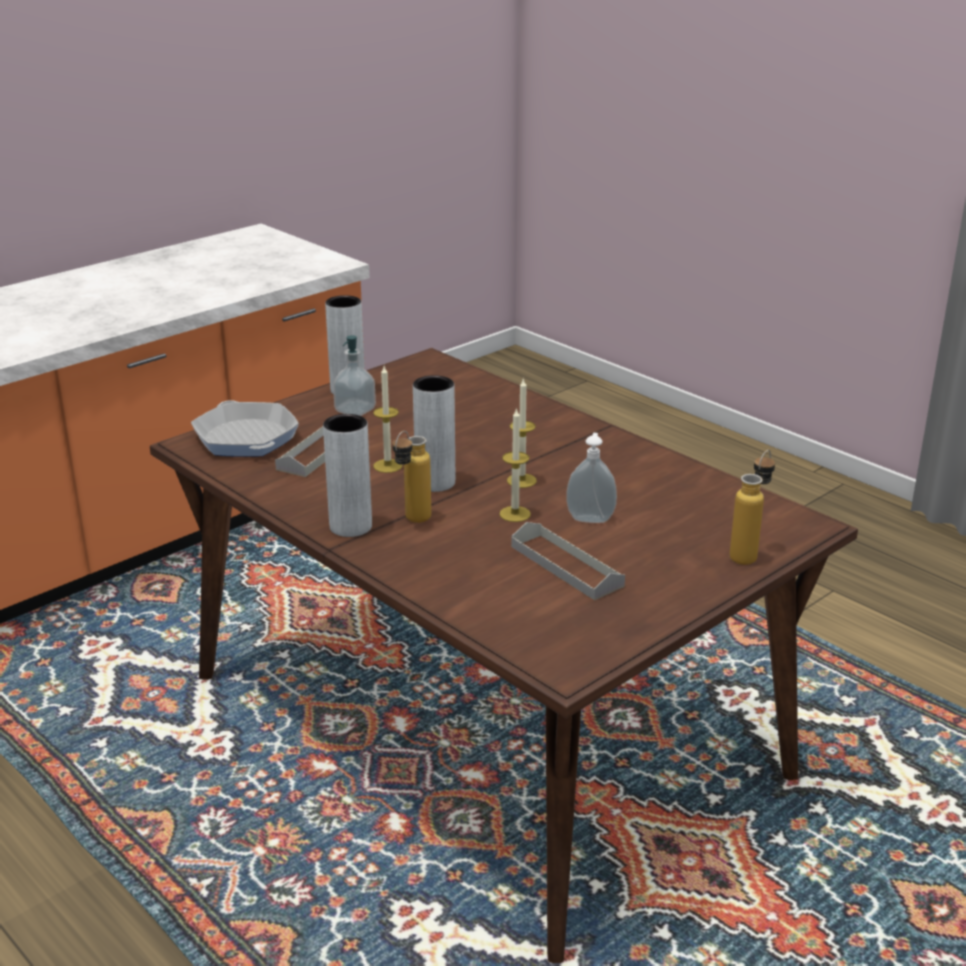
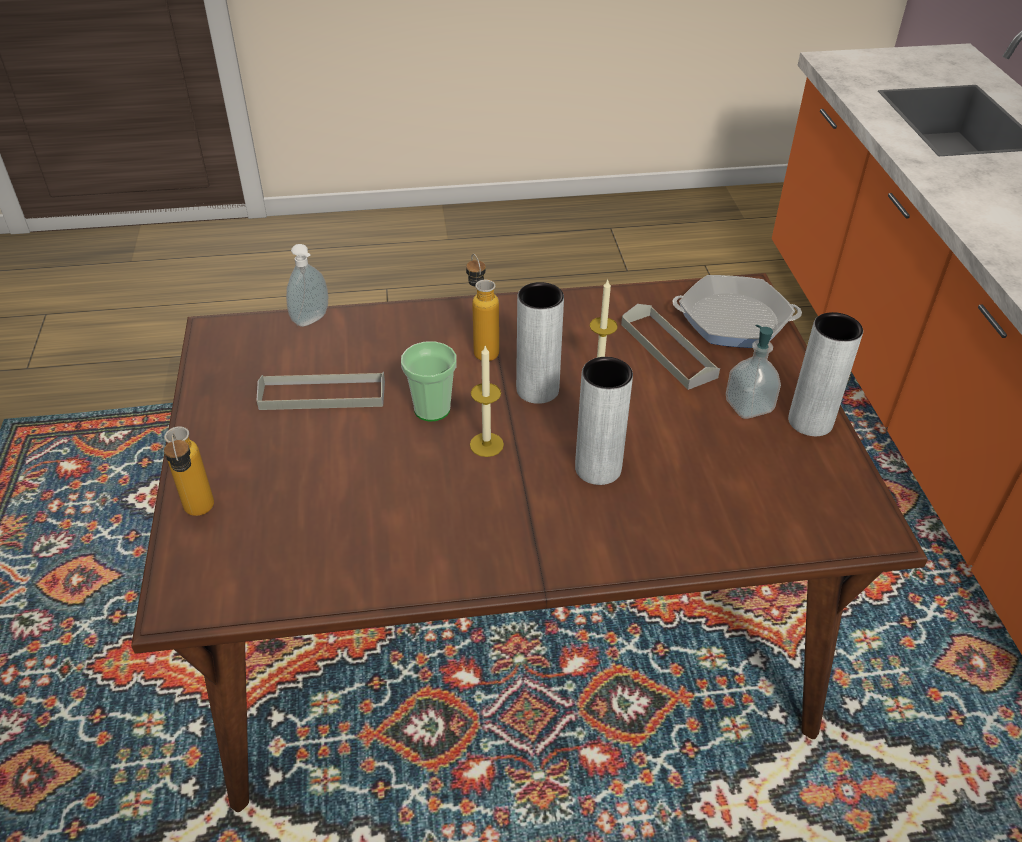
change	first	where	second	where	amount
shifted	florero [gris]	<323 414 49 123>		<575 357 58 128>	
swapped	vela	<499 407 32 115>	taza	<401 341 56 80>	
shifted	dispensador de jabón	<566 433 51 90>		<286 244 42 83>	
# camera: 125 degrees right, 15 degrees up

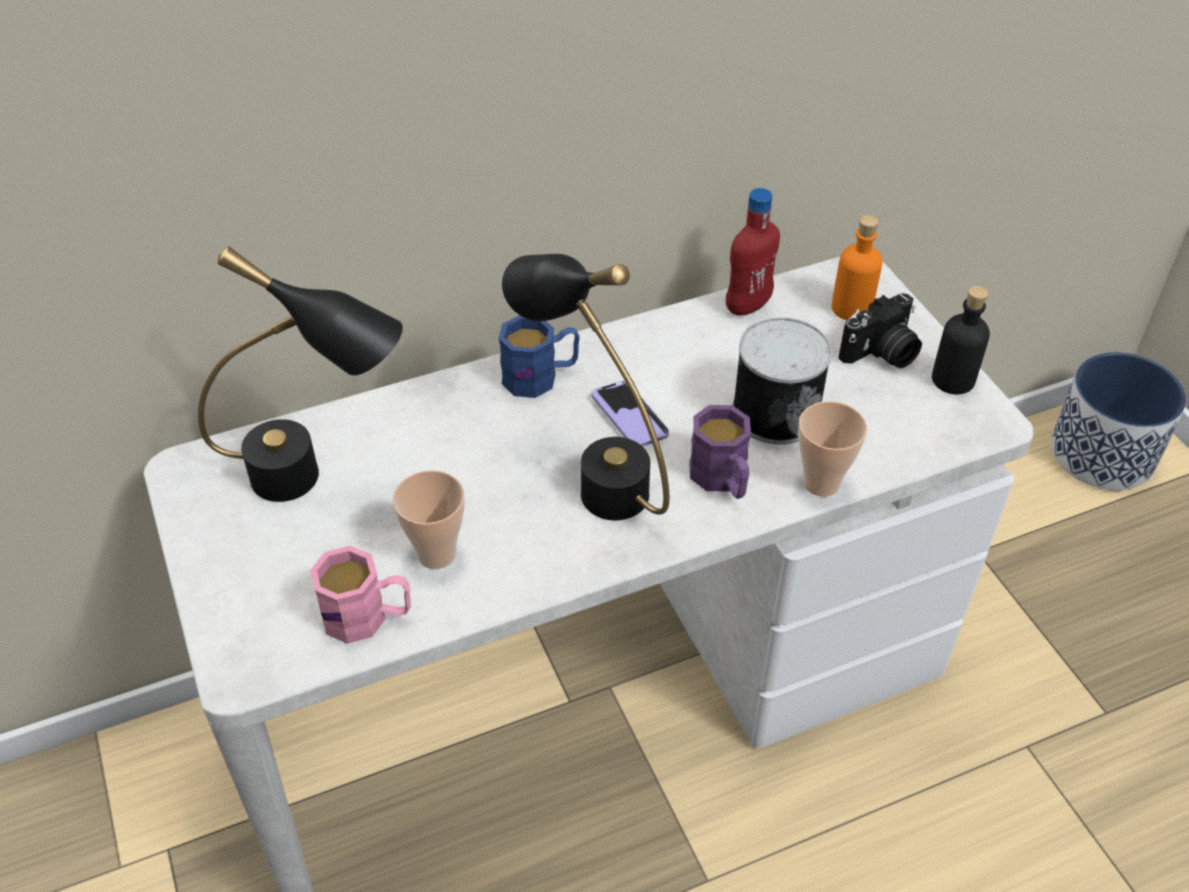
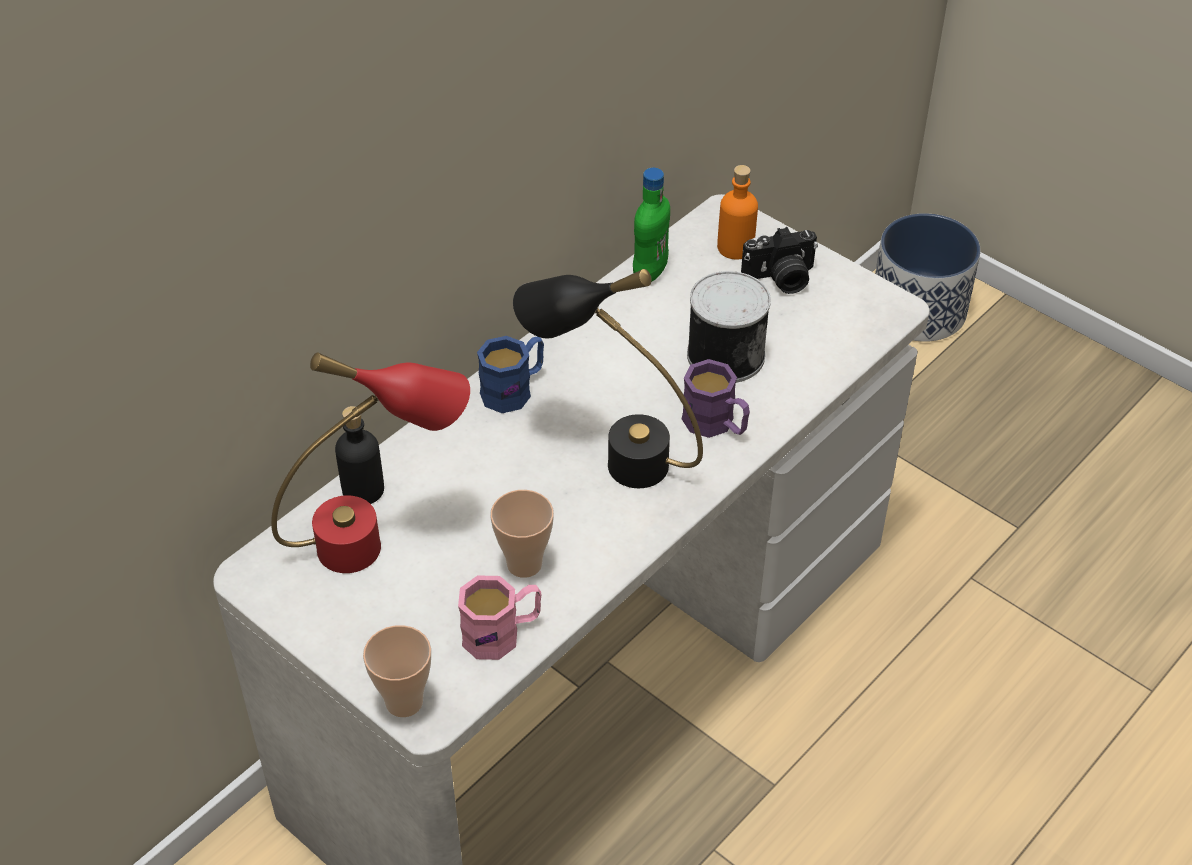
change	first	where	second	where	amount
repainted	lámpara de mesa [negro]	<198 246 205 256>	lámpara de mesa [rojo]	<271 352 199 221>	
gone	móvil	<592 381 77 66>			
repainted	botella [rojo]	<726 188 54 127>	botella [verde]	<633 168 37 114>	
shifted	taza	<798 401 69 96>		<363 625 68 92>	
rotated	cámara	<838 293 84 75>		<741 227 77 67>	45 degrees clockwise
shifted	botella [negro]	<932 286 58 108>		<335 406 49 98>	
# camera: 25 degrees left, 0 degrees up

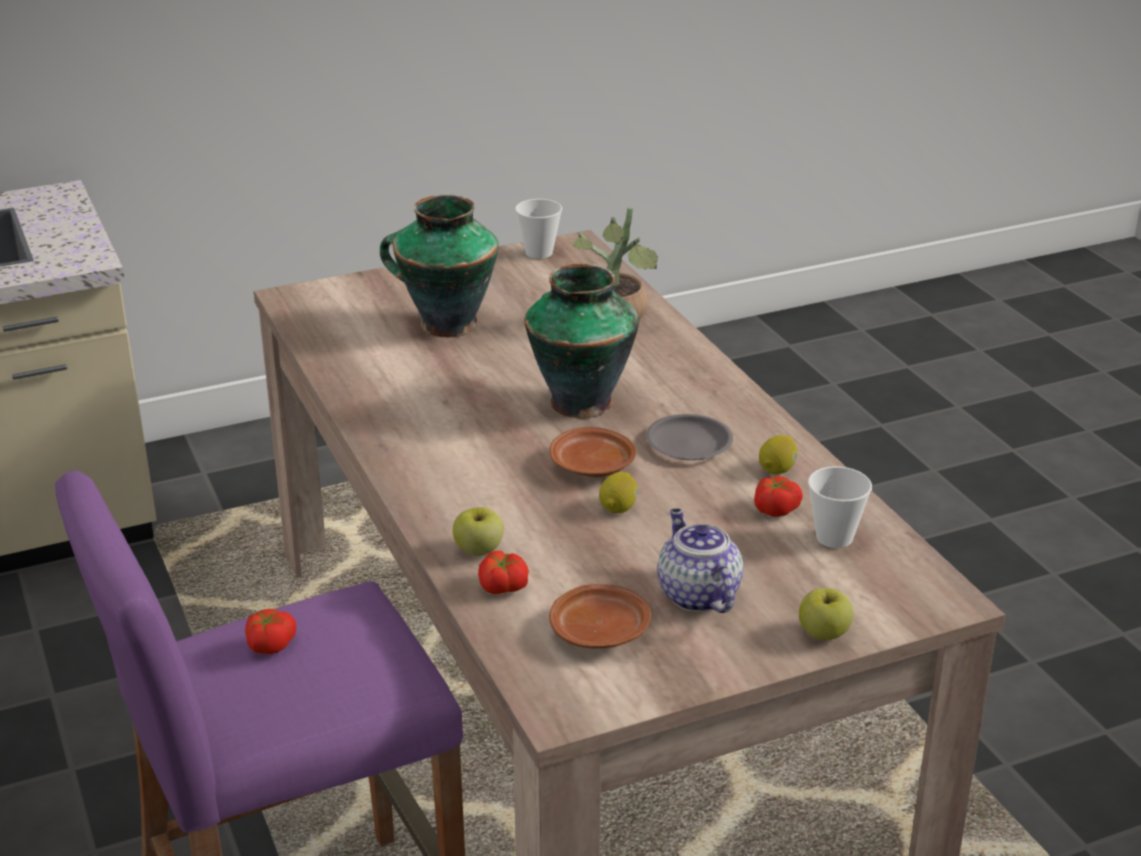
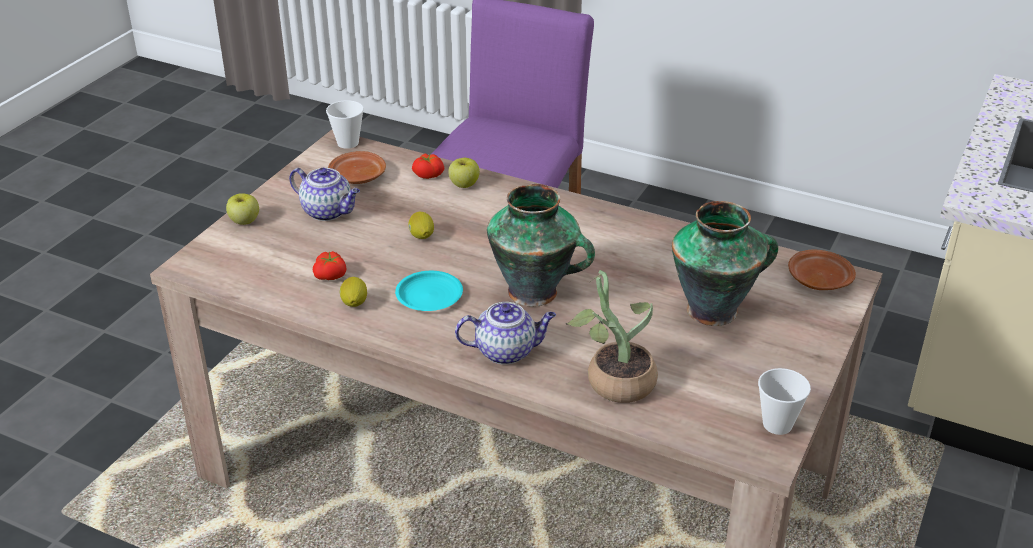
change	first	where	second	where	amount
gone	tomate	<245 609 51 45>			
shifted	plato [marrón]	<549 427 87 50>		<788 250 68 40>	
repainted	plato [gris]	<646 414 87 46>	plato [turquesa]	<395 271 68 40>	
shifted	taza	<808 466 64 82>		<326 100 38 49>	
new			tetera	<455 302 101 63>	
# camera: 140 degrees right, 5 degrees up

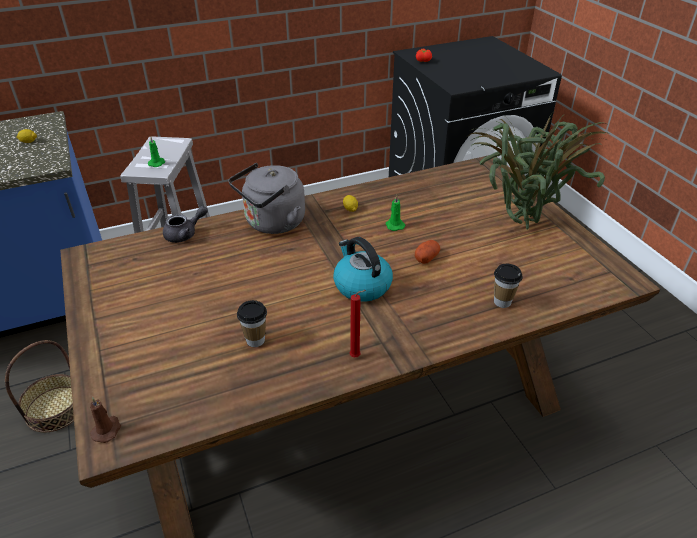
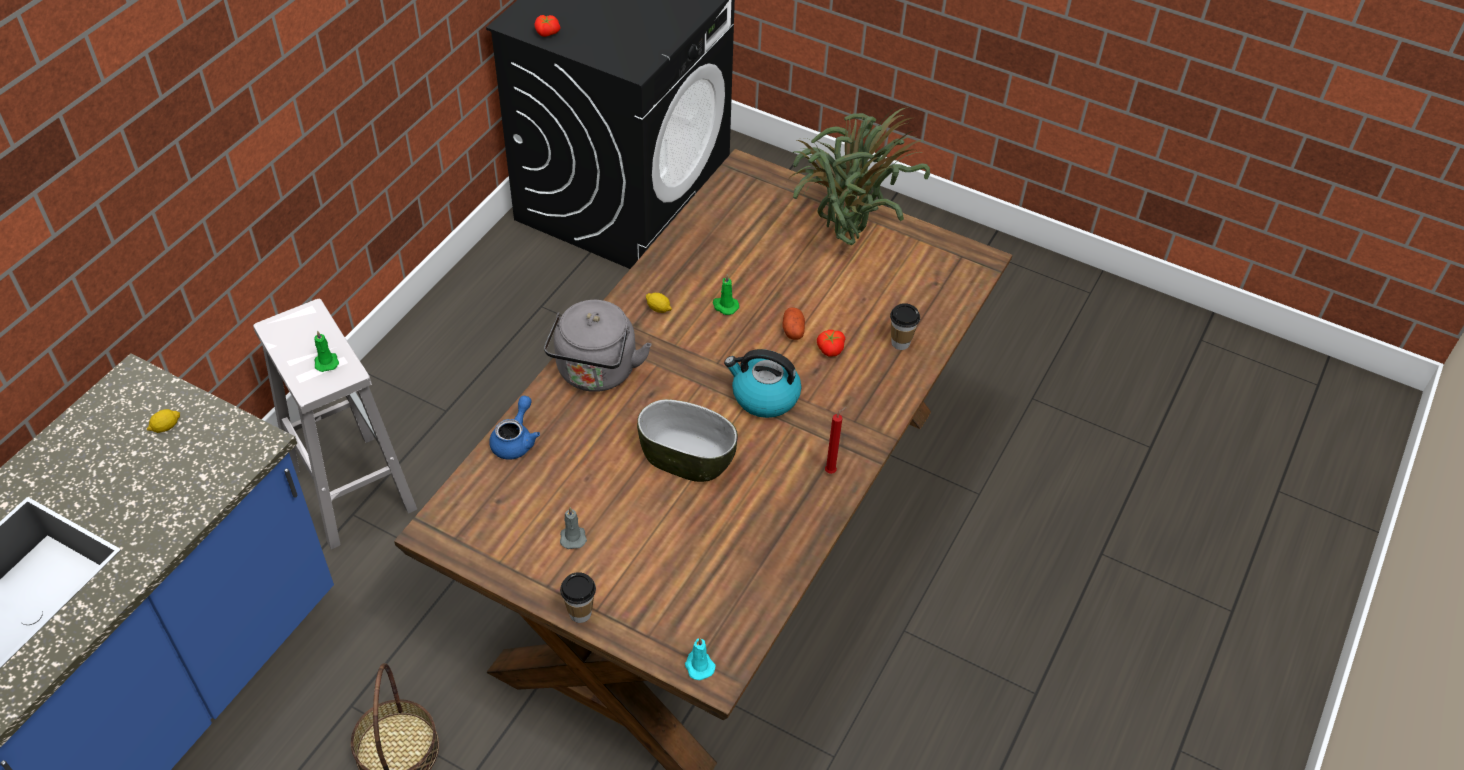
change	first	where	second	where	amount
repainted	vela [marrón]	<90 397 31 46>	vela [turquesa]	<685 638 30 42>	
repainted	tetera [gris]	<163 206 45 37>	tetera [azul]	<489 396 51 64>	
shifted	taza	<237 300 30 47>		<560 572 36 51>	
new			vela [gris]	<560 507 27 42>	
new			cuenco	<637 399 101 83>	
new			tomate	<817 330 28 27>	
# camera: 40 degrees left, 10 degrees up

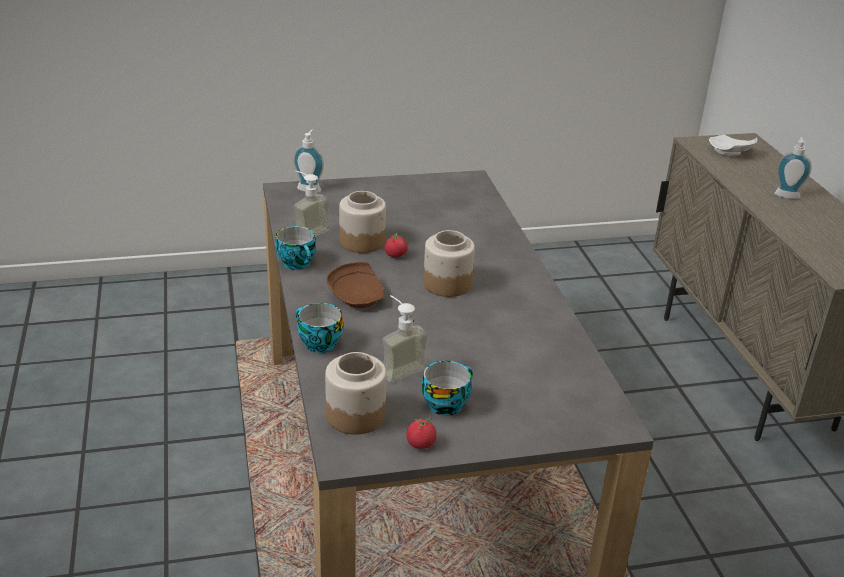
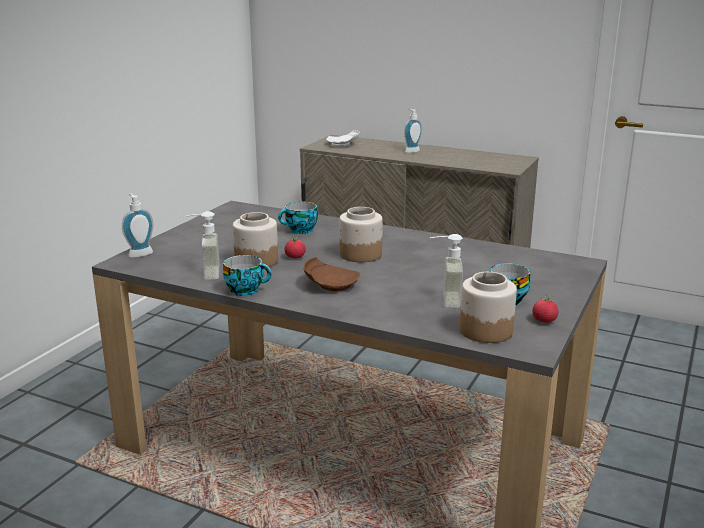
change	first	where	second	where	amount
shifted	taza	<296 303 47 50>		<278 201 40 33>	
# camera: 50 degrees left, 10 degrees down

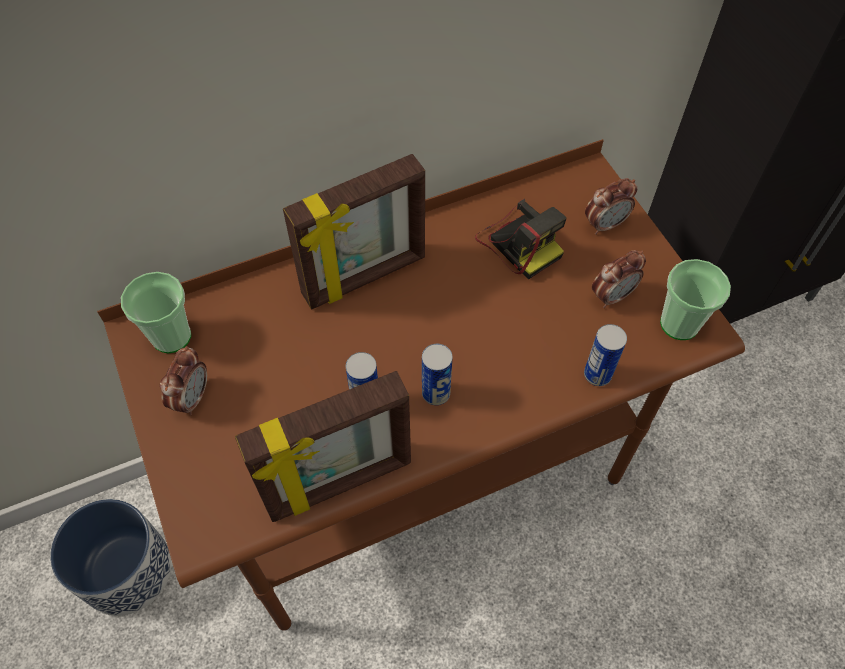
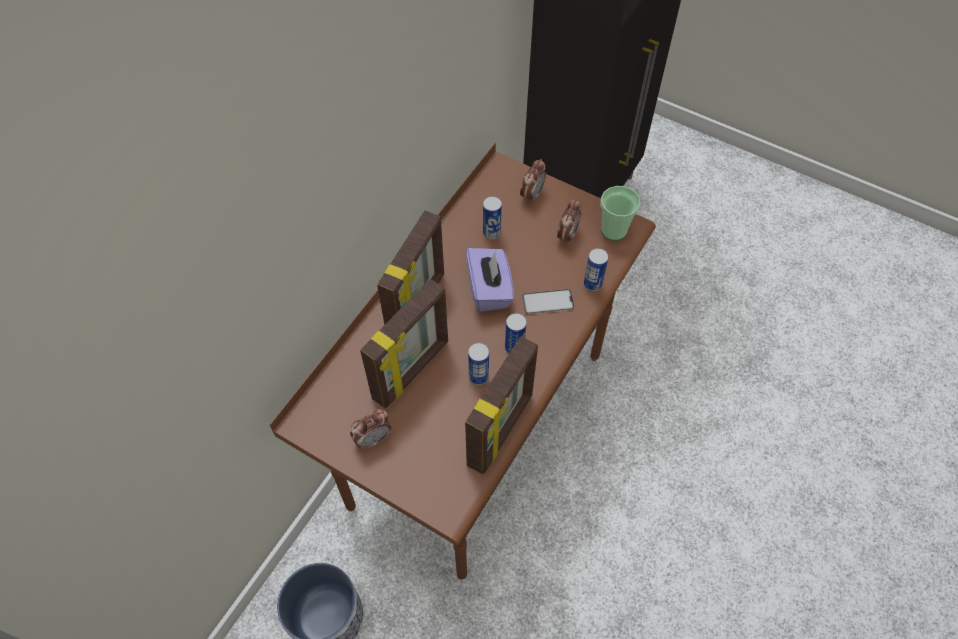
change	first	where	second	where	amount
gone	taza	<121 272 70 81>			
rotated	despertador	<160 346 47 69>		<350 409 41 41>	75 degrees clockwise
swapped	cámara	<475 199 92 80>	lata	<483 196 19 44>	
new			portarretratos	<360 279 88 129>	
new			caja de pañuelos [morado]	<466 248 48 64>	
new			móvil	<522 289 52 25>	
# camera: 35 degrees left, 0 degrees up

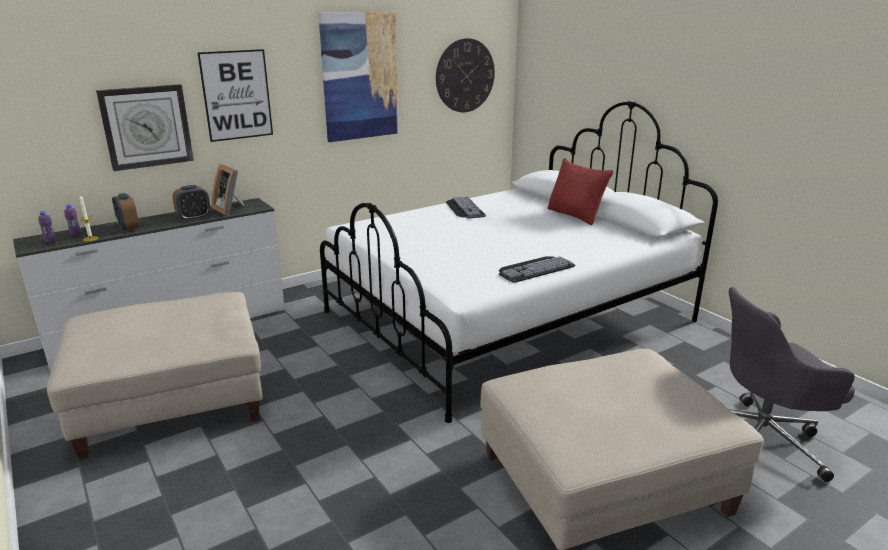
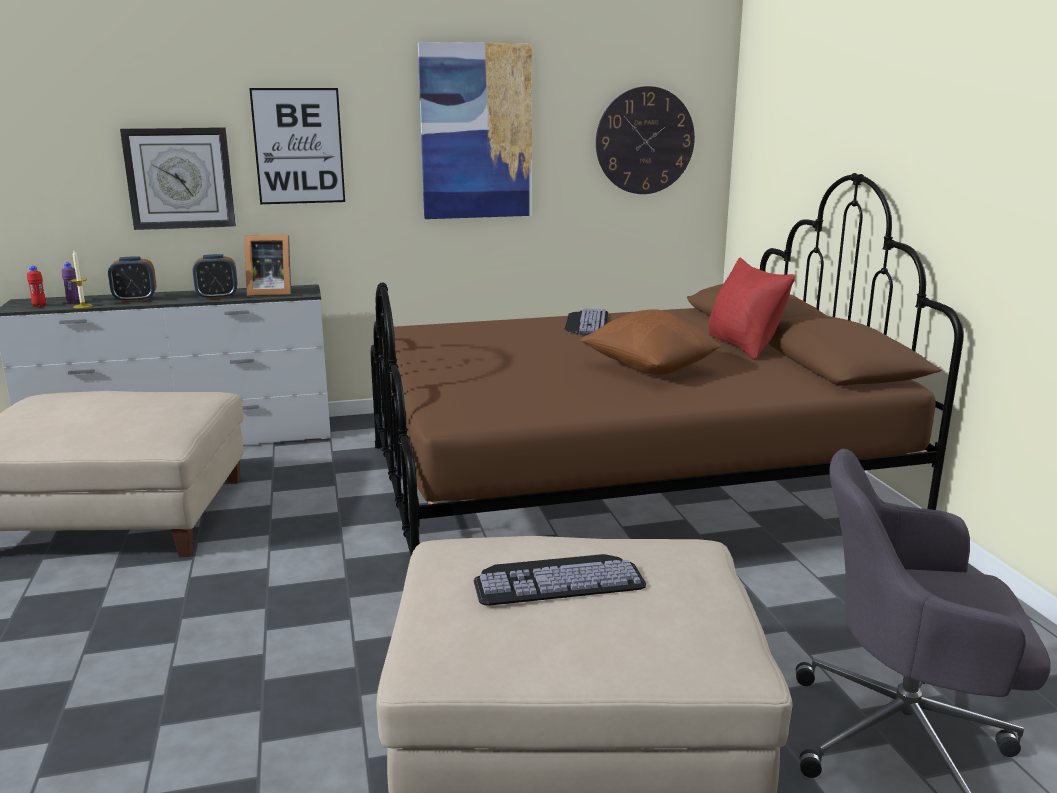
change	first	where	second	where	amount
repainted	botella [morado]	<38 211 18 33>	botella [rojo]	<27 266 19 41>	
rotated	despertador	<112 193 27 39>		<108 256 48 46>	90 degrees counterclockwise
rotated	portarretratos	<211 164 33 52>		<245 235 46 61>	75 degrees counterclockwise
repainted	cama [blanco]	<320 101 398 322>	cama [marrón]	<371 173 593 383>	
shifted	teclado	<499 256 76 27>		<474 554 172 52>	
new			cojín [marrón]	<580 309 141 66>	
# camera: 20 degrees right, 5 degrees down

